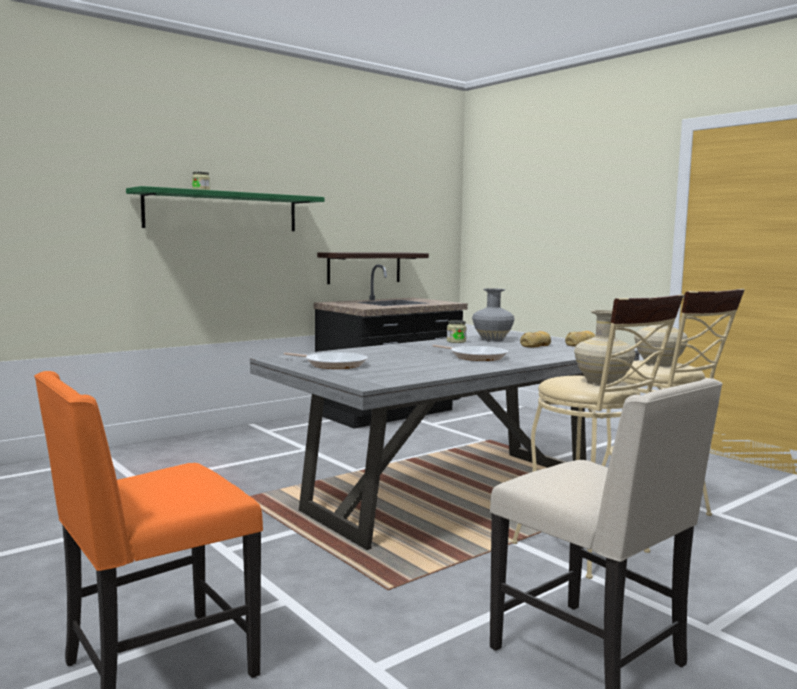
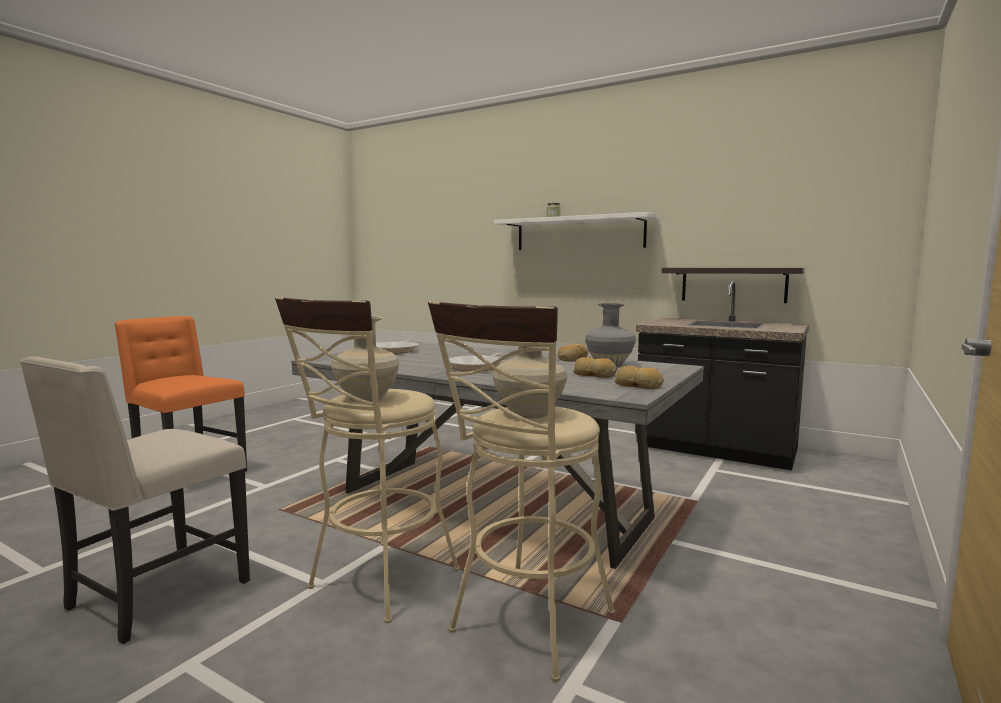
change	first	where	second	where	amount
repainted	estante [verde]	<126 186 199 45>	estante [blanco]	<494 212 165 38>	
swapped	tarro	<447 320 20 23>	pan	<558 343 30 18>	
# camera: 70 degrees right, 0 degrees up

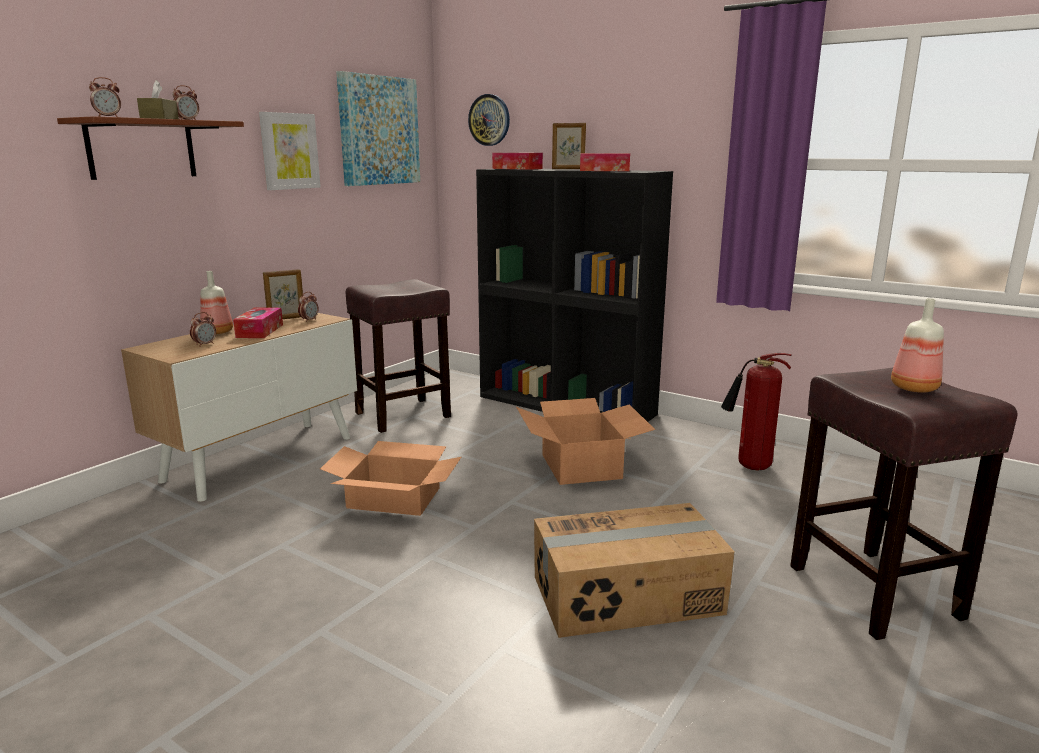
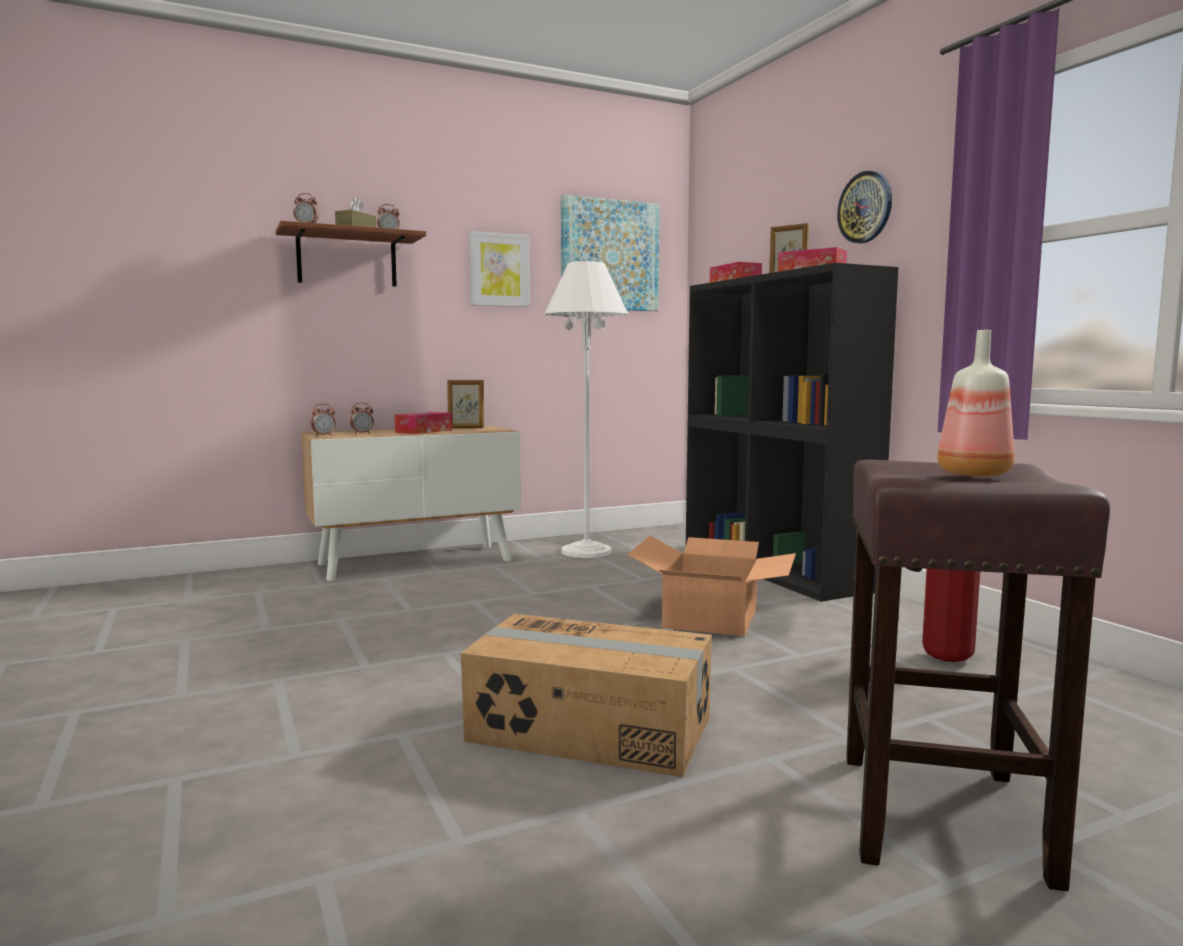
change	first	where	second	where	amount
gone	botella	<200 271 33 63>			
shifted	despertador	<298 292 20 30>		<311 404 25 32>	
gone	caja de cartón	<320 441 141 75>			
swapped	taburete [marrón]	<346 279 105 154>	lámpara de pie [blanco]	<545 261 83 297>	
shifted	reloj de pared	<468 94 42 52>		<837 171 55 73>	
# camera: 30 degrees right, 10 degrees down

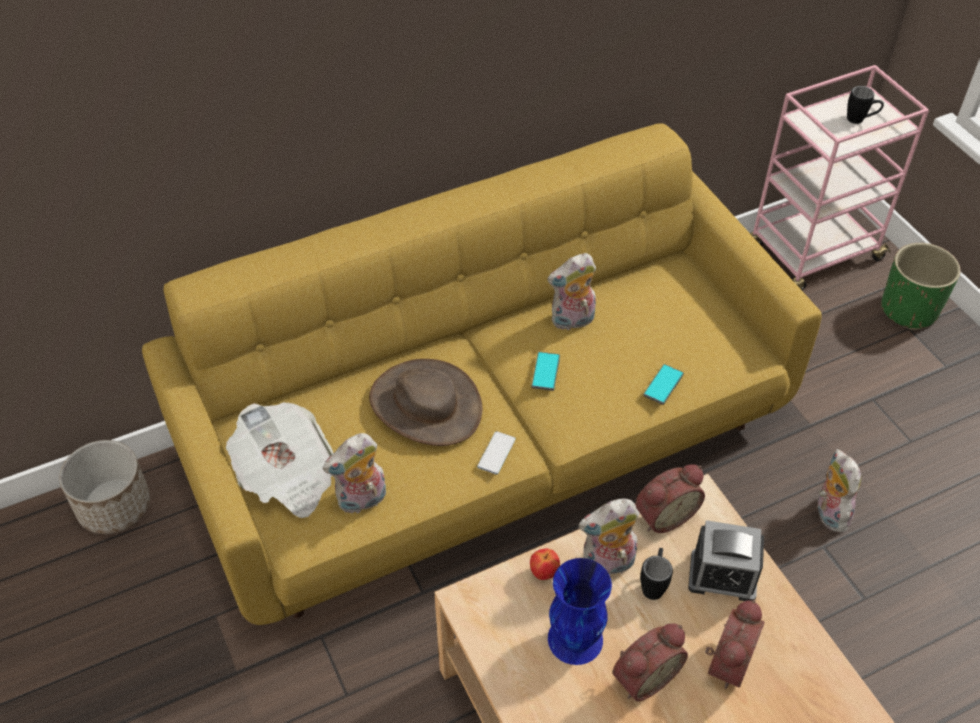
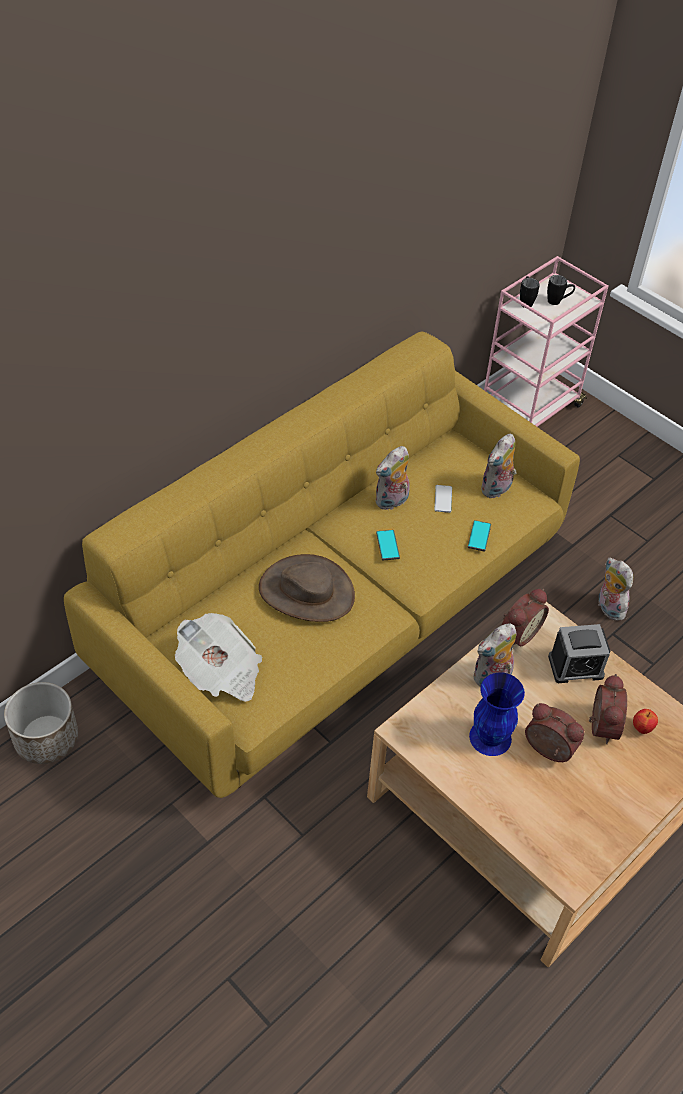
change	first	where	second	where	amount
shifted	peluche	<323 433 63 81>		<481 434 36 64>	
shifted	móvil	<477 431 39 43>		<434 485 18 28>	
shifted	manzana	<530 549 30 31>		<633 709 25 25>	
rotated	despertador	<613 623 75 78>		<525 703 59 59>	90 degrees counterclockwise
shifted	taza grande [negro]	<640 548 33 52>		<520 276 20 32>	
gone	maceta [verde]	<881 243 80 87>			
# camera: 20 degrees left, 0 degrees up

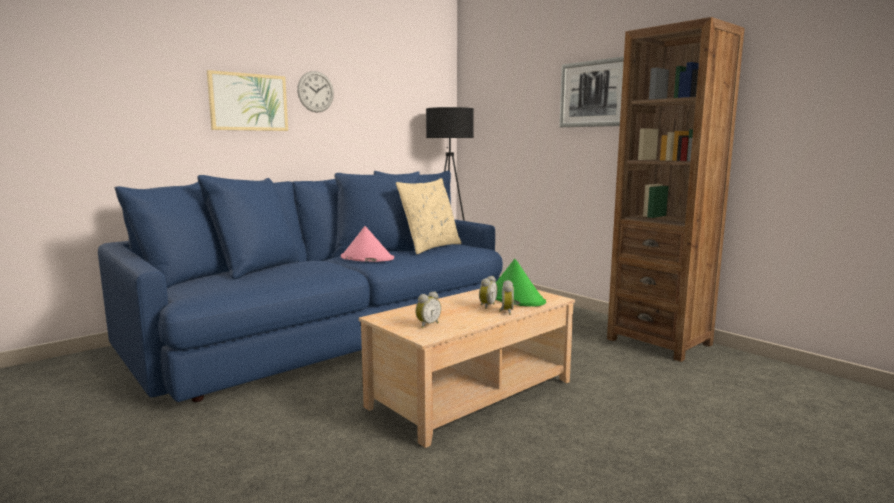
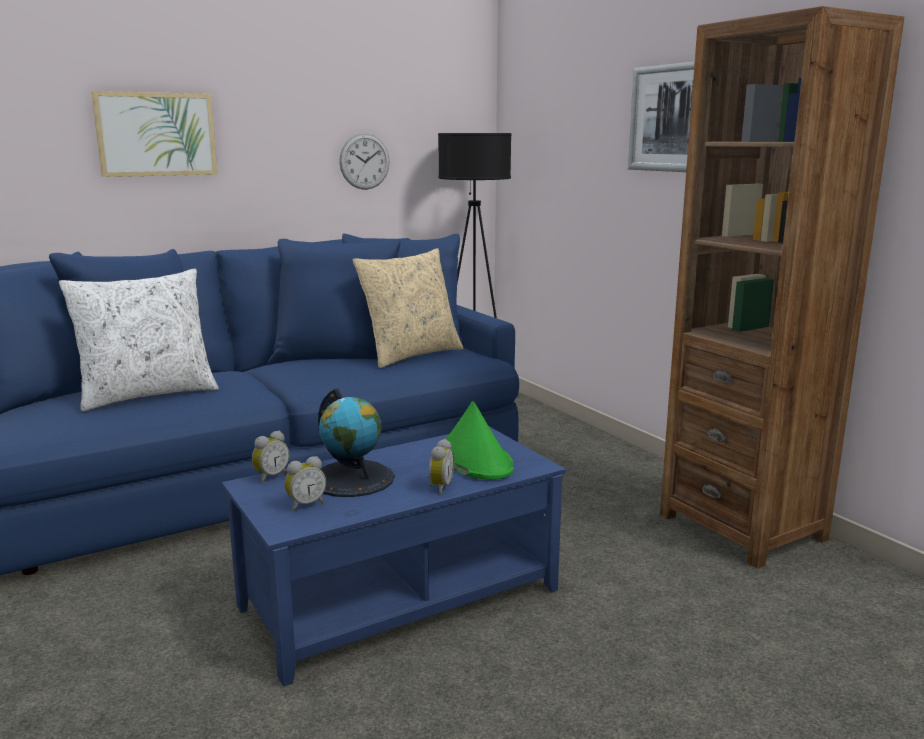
change	first	where	second	where	amount
shifted	reloj de pared	<297 71 37 41>		<339 134 51 56>	
gone	sombrero [rosa]	<341 226 53 36>			
repainted	mesa de centro [beis]	<359 289 216 159>	mesa de centro [azul]	<222 427 344 260>	
shifted	despertador	<479 276 19 33>		<252 431 37 51>	
new			cojín [blanco]	<59 268 160 143>	
new			globo terráqueo	<318 388 77 109>	
# camera: 10 degrees right, 5 degrees up

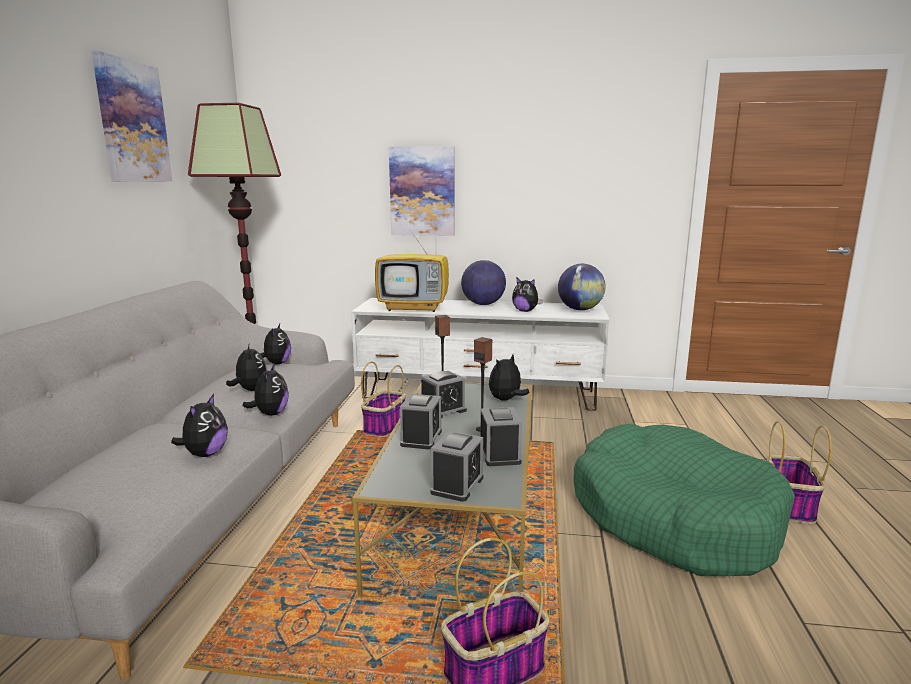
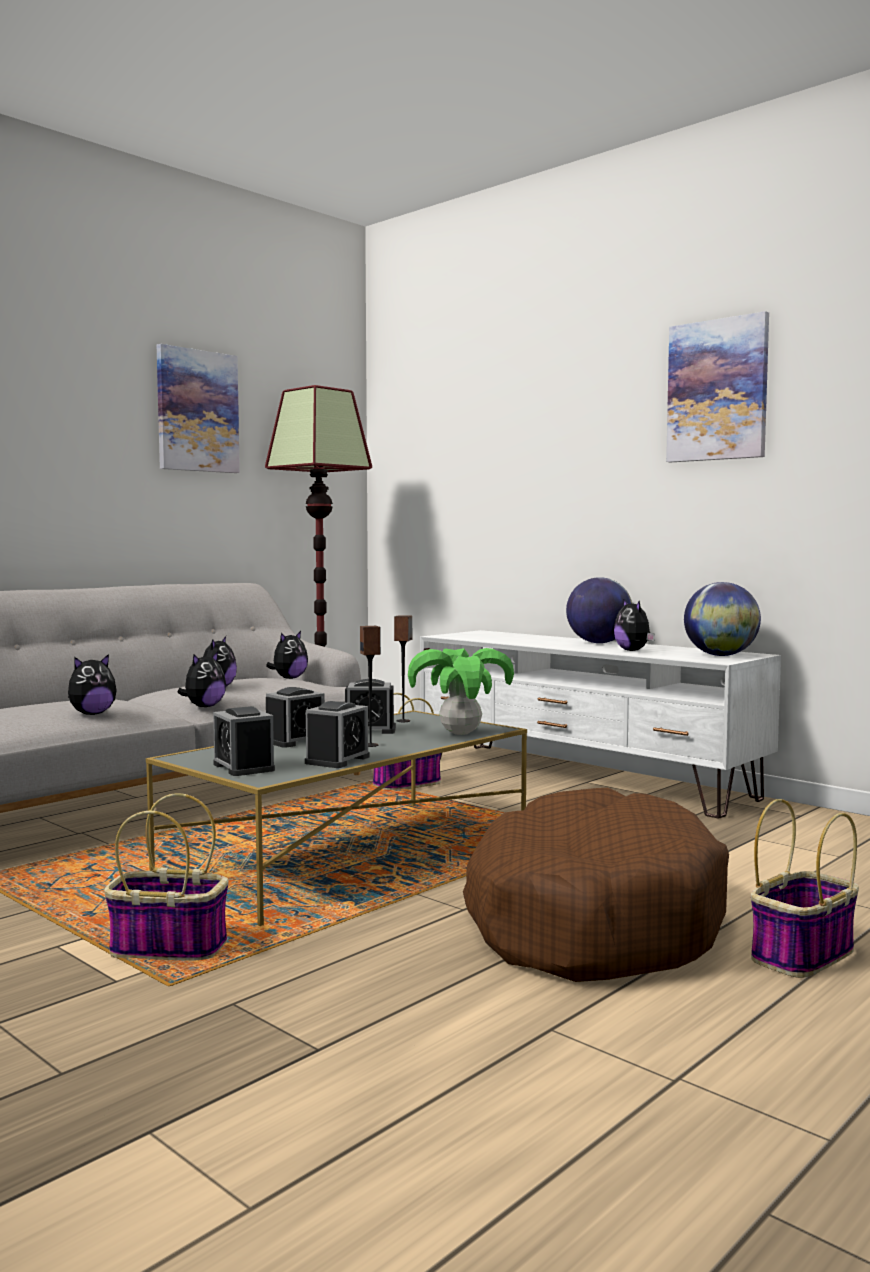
change	first	where	second	where	amount
gone	televisor	<375 227 74 85>			
shifted	cuadro	<389 146 65 90>		<666 311 103 151>	
rotated	despertador	<430 431 53 71>		<213 706 62 70>	90 degrees clockwise
swapped	peluche	<489 354 41 47>	planta en maceta	<408 648 106 87>	
repainted	cama para perro [verde]	<574 424 221 152>	cama para perro [marrón]	<463 788 266 194>	
# camera: 35 degrees right, 10 degrees down

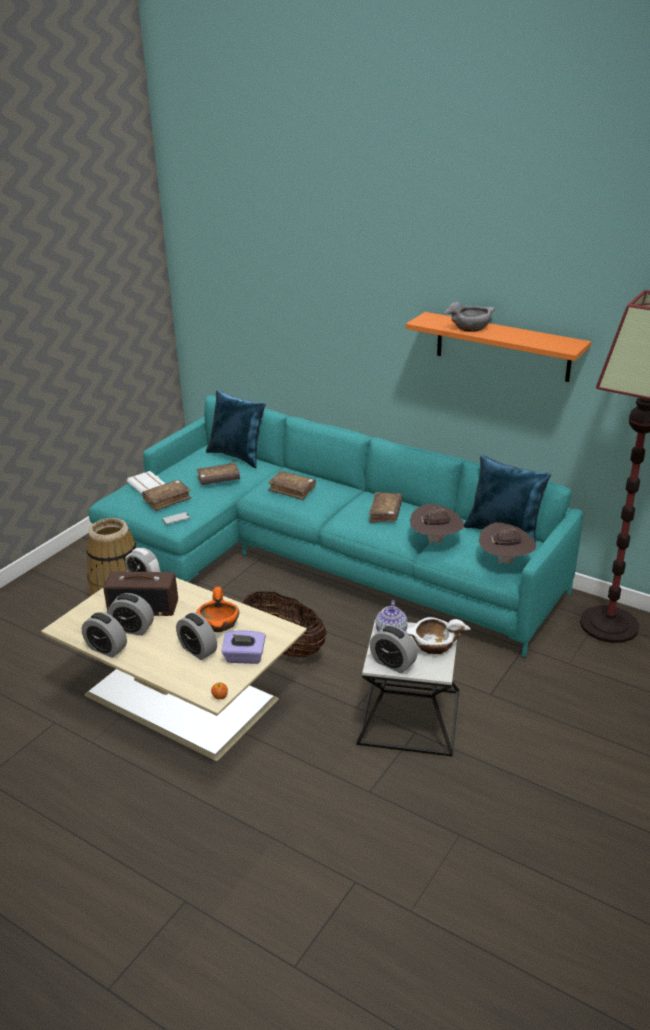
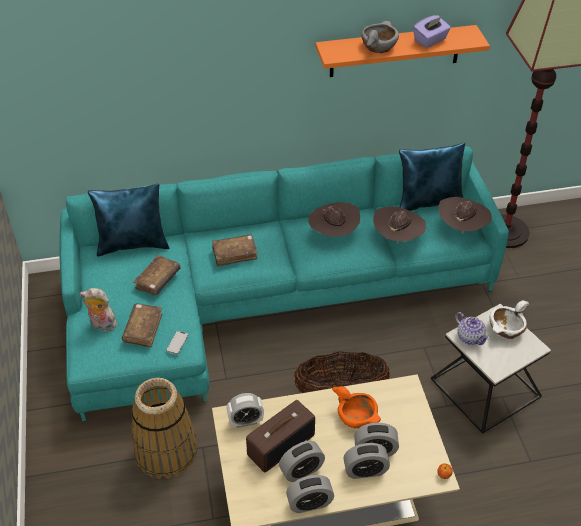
change	first	where	second	where	amount
swapped	libro [blanco]	<127 471 39 23>	peluche	<80 288 39 43>	
shifted	caja de pañuelos [morado]	<221 630 45 34>		<413 15 38 33>	
swapped	libro [marrón]	<368 492 35 31>	sombrero [marrón]	<308 202 52 35>	
shifted	despertador	<370 625 47 48>		<343 443 47 36>	
# camera: 45 degrees left, 15 degrees up

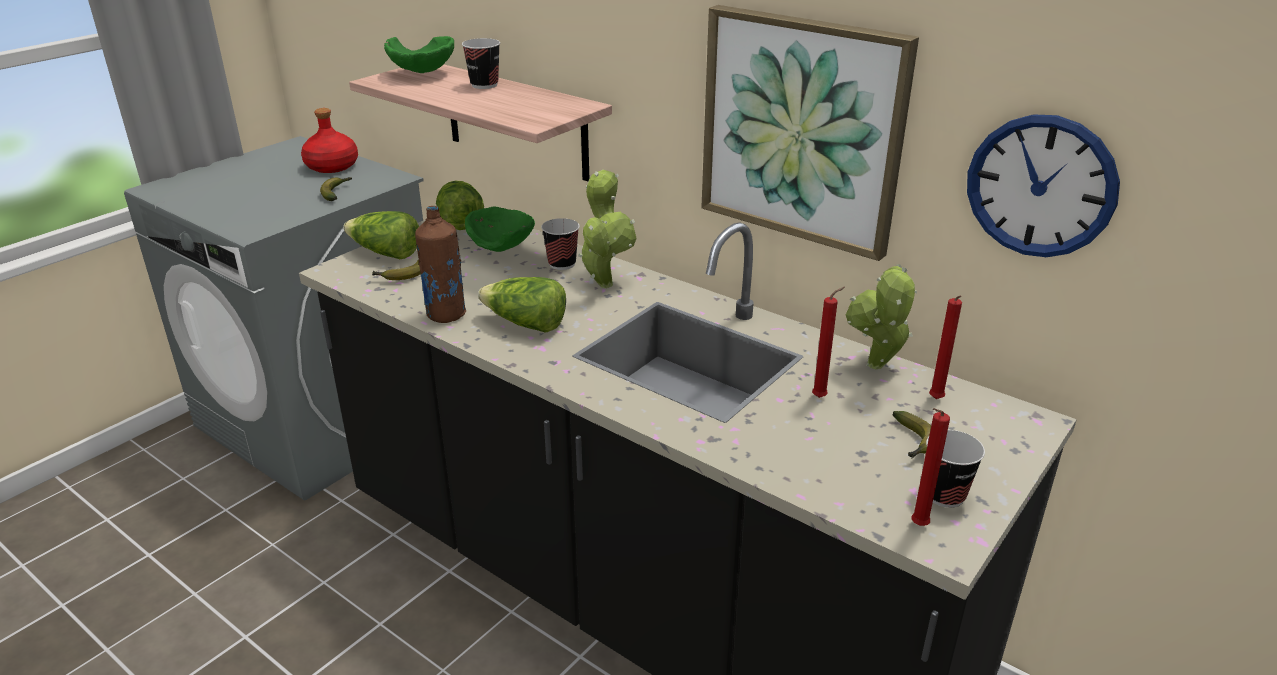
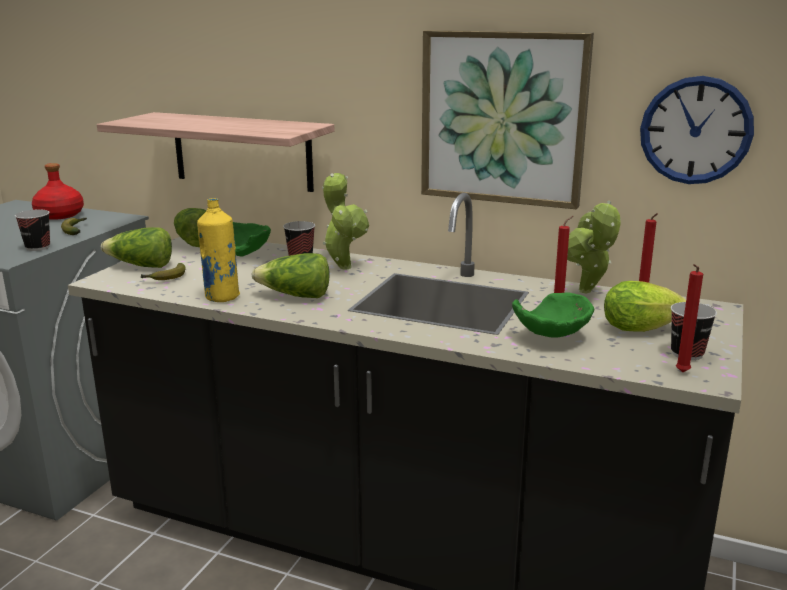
change	first	where	second	where	amount
shifted	cuenco [verde]	<384 36 70 37>		<512 293 82 44>	
repainted	botella [marrón]	<415 206 51 117>	botella [amarillo]	<197 198 43 104>	
shifted	taza	<462 38 38 51>		<15 210 35 41>	
swapped	plátano	<893 411 38 48>	lechuga	<604 281 82 51>	
# camera: 15 degrees left, 10 degrees down

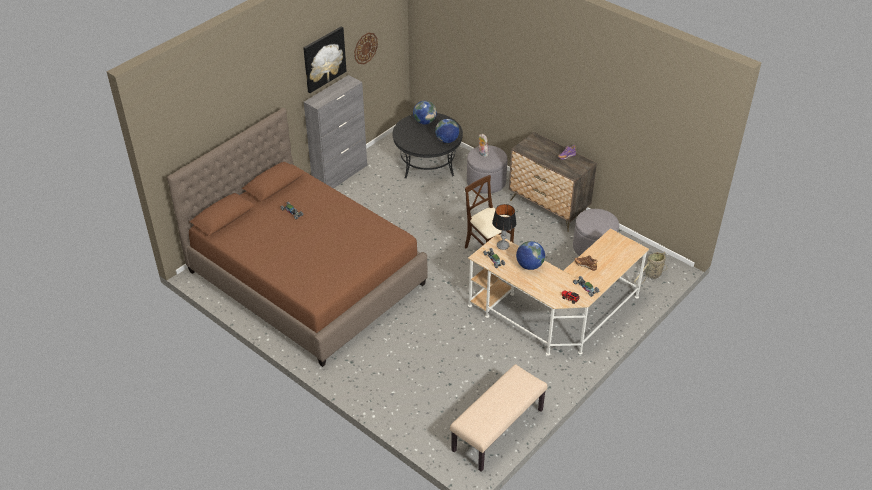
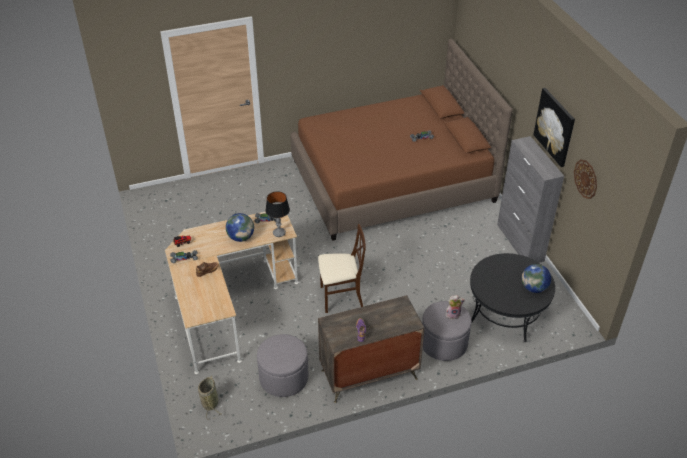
change	first	where	second	where	amount
gone	globo terráqueo	<435 119 24 24>			
gone	banco [beis]	<450 364 97 108>			
# camera: 120 degrees right, 0 degrees up

